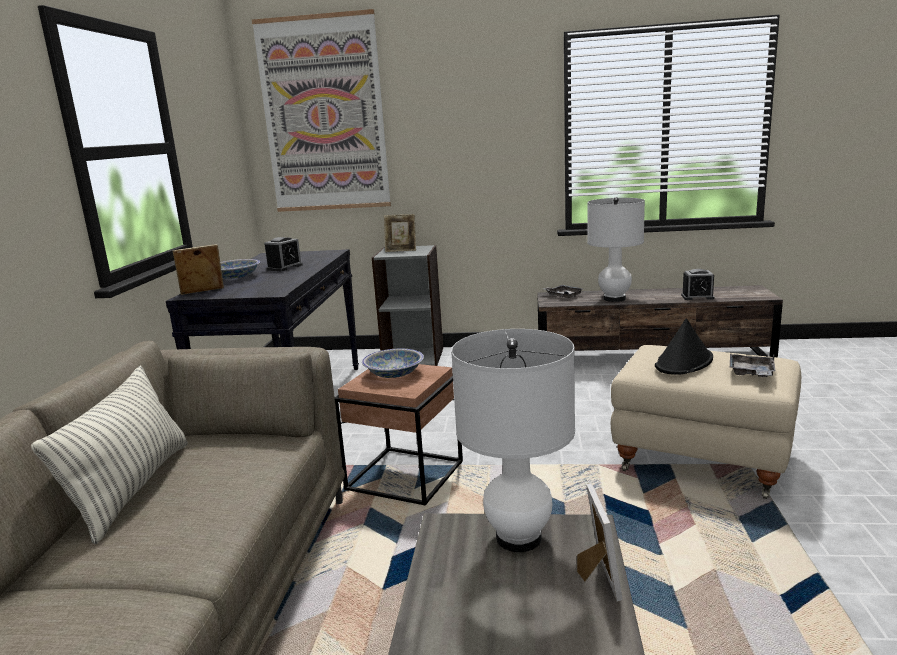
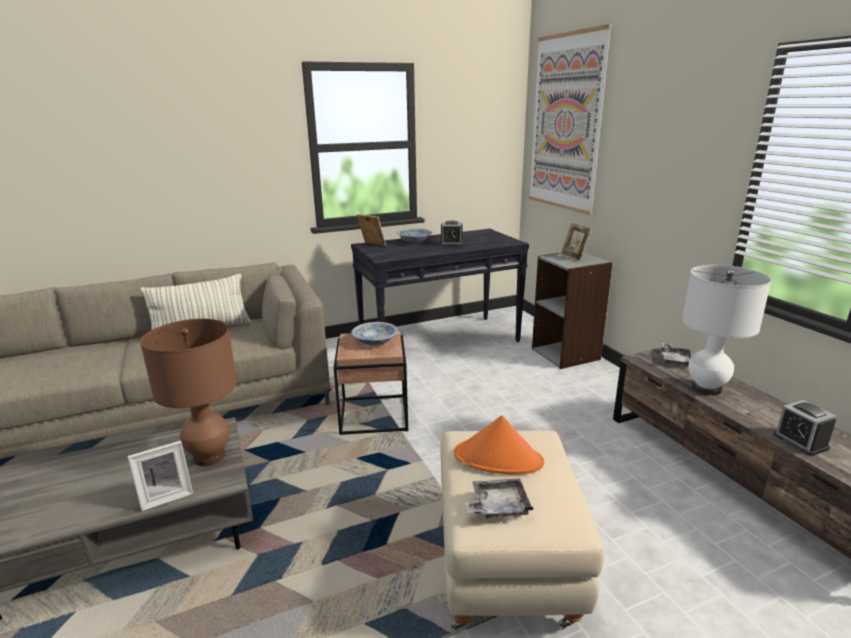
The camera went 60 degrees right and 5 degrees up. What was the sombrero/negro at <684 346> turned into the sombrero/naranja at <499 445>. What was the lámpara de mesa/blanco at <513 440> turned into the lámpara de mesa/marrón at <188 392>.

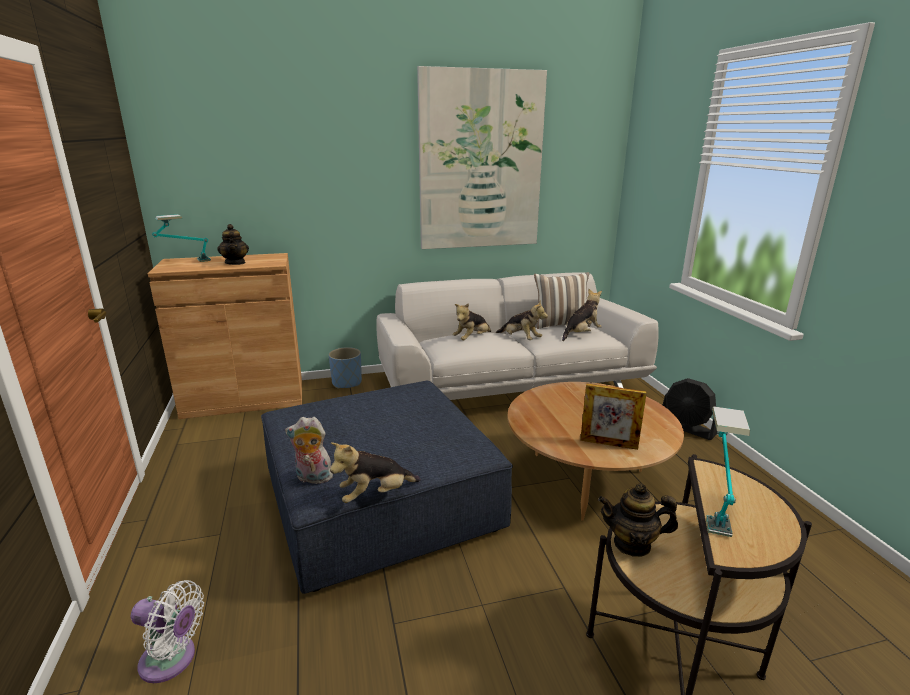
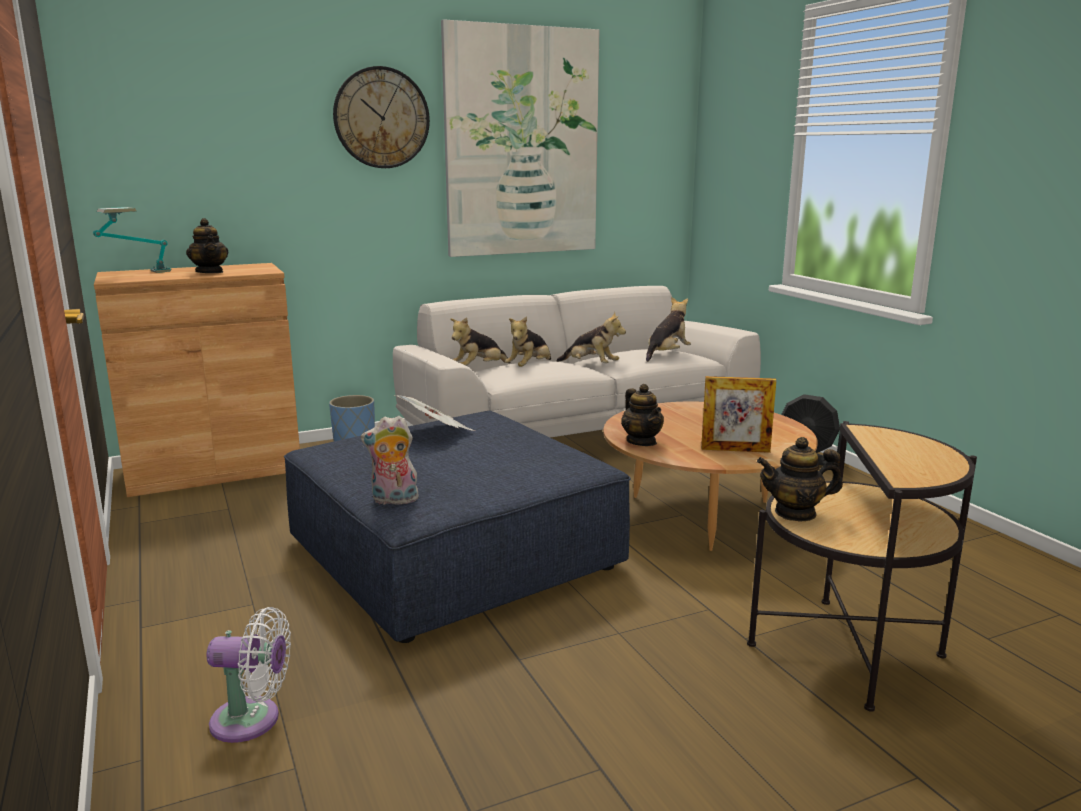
The camera went 10 degrees left and 5 degrees down. The second view lost the cojín at <562 300>. The second view lost the lámpara de mesa at <728 471>. The peluche ended up elsewhere, having gone from <375 472> to <480 342>. The second view gained the reloj de pared at <381 117>. The second view gained the tetera at <642 415>. The second view gained the periódico at <435 413>.

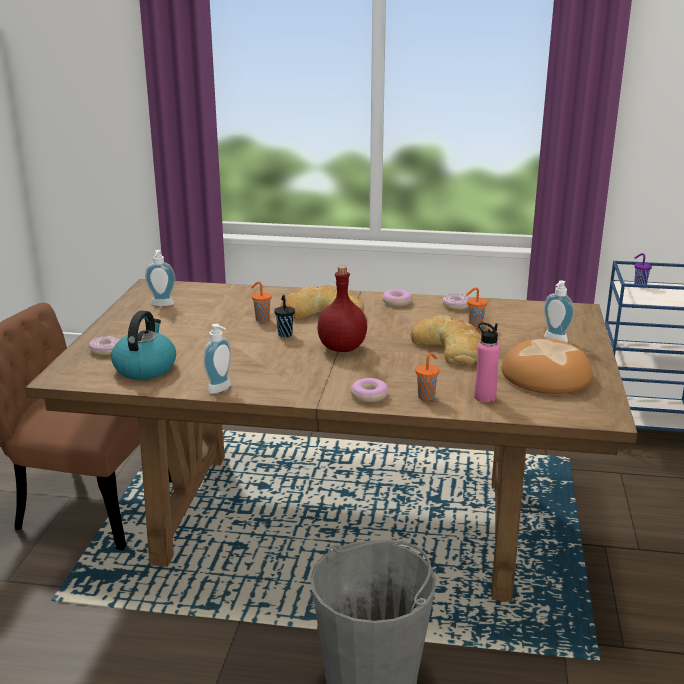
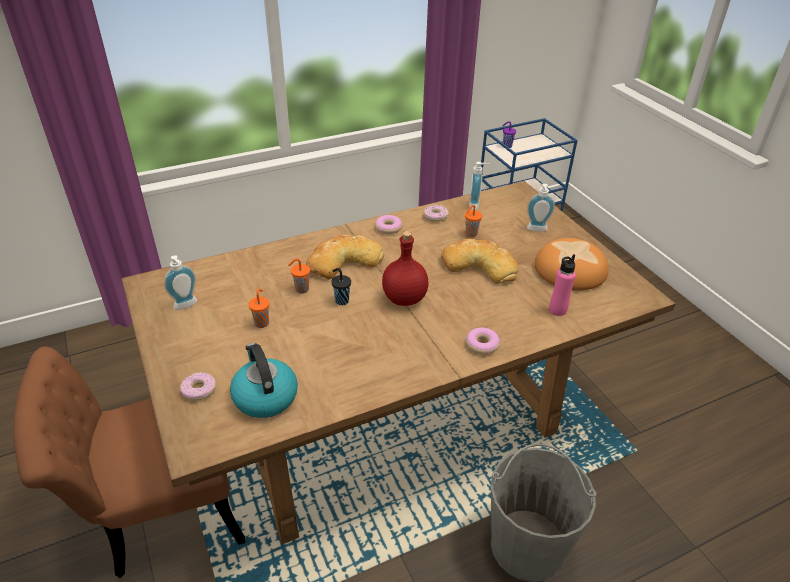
The camera went 35 degrees left and 15 degrees up. The dispensador de jabón ended up elsewhere, having gone from <217 359> to <479 186>. The taza/naranja ended up elsewhere, having gone from <427 376> to <259 308>.

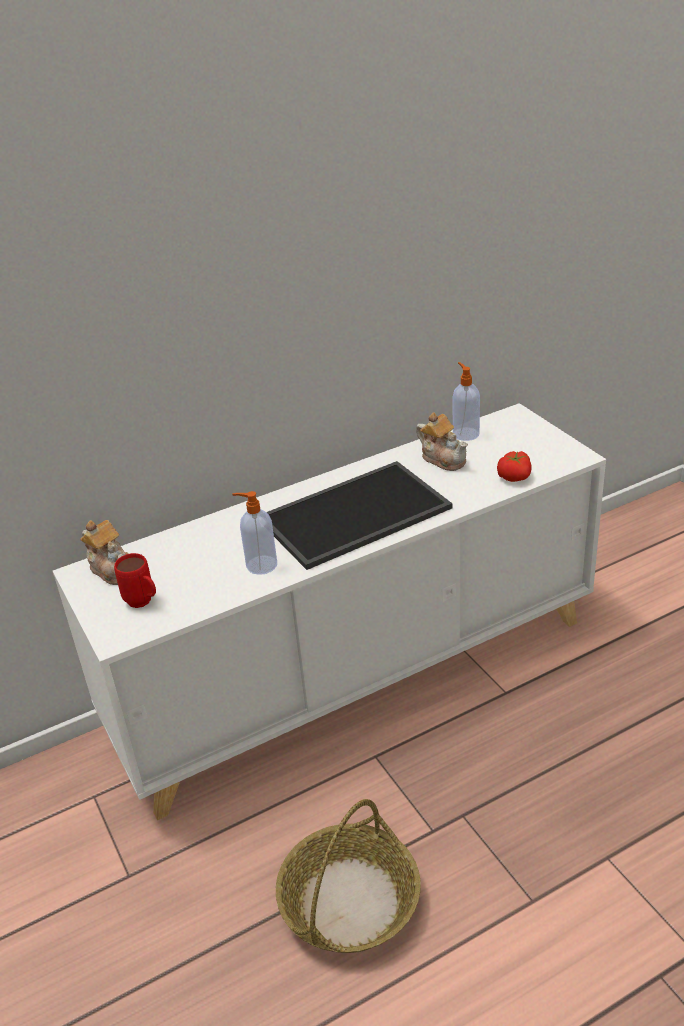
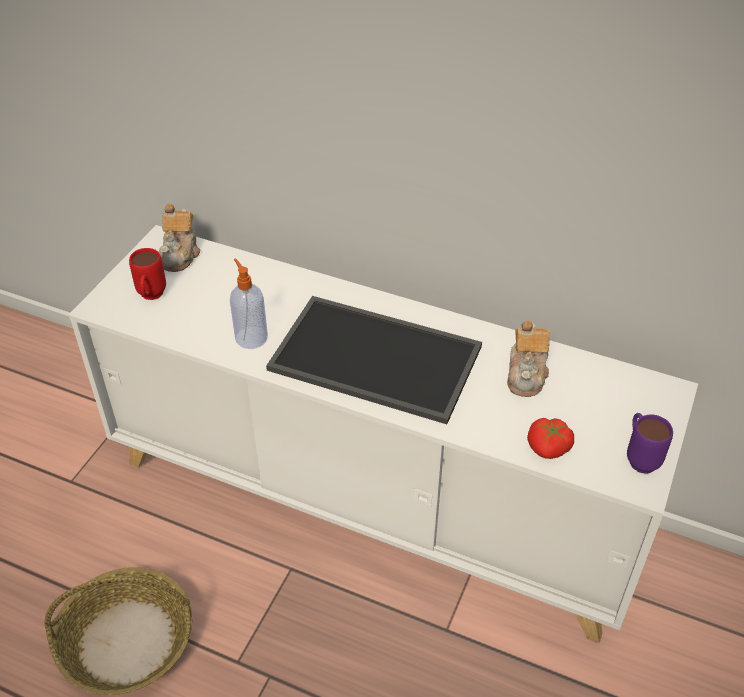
The camera went 50 degrees right and 10 degrees up. The second view lost the dispensador de jabón at <466 401>. The second view gained the taza grande/morado at <650 443>.

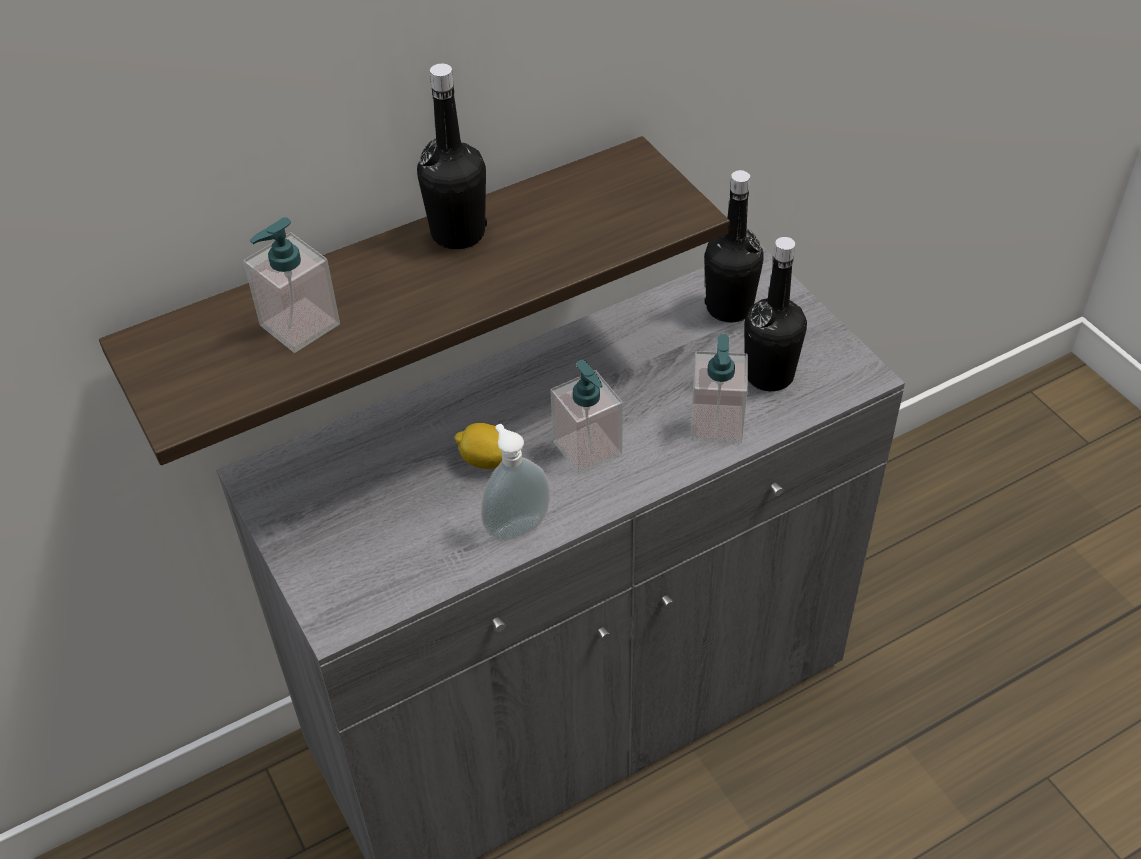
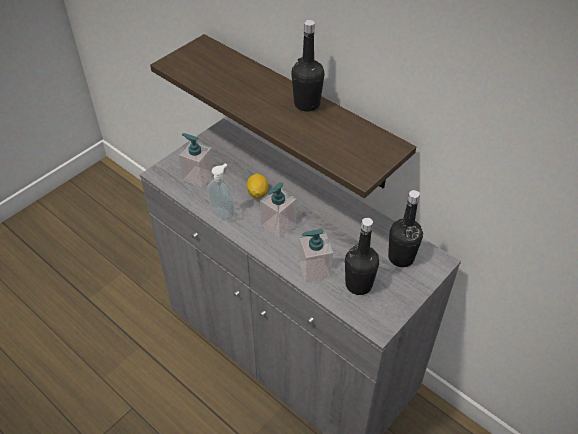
The camera went 70 degrees right and 0 degrees up. The dispensador de jabón ended up elsewhere, having gone from <291 285> to <196 160>.

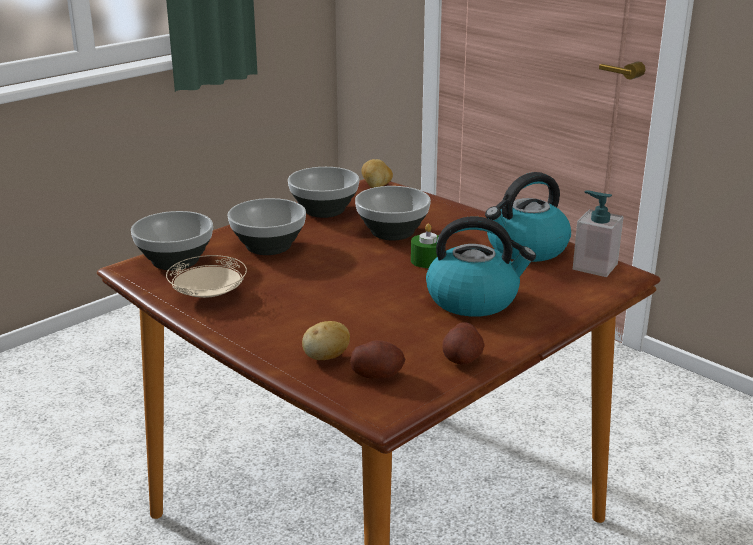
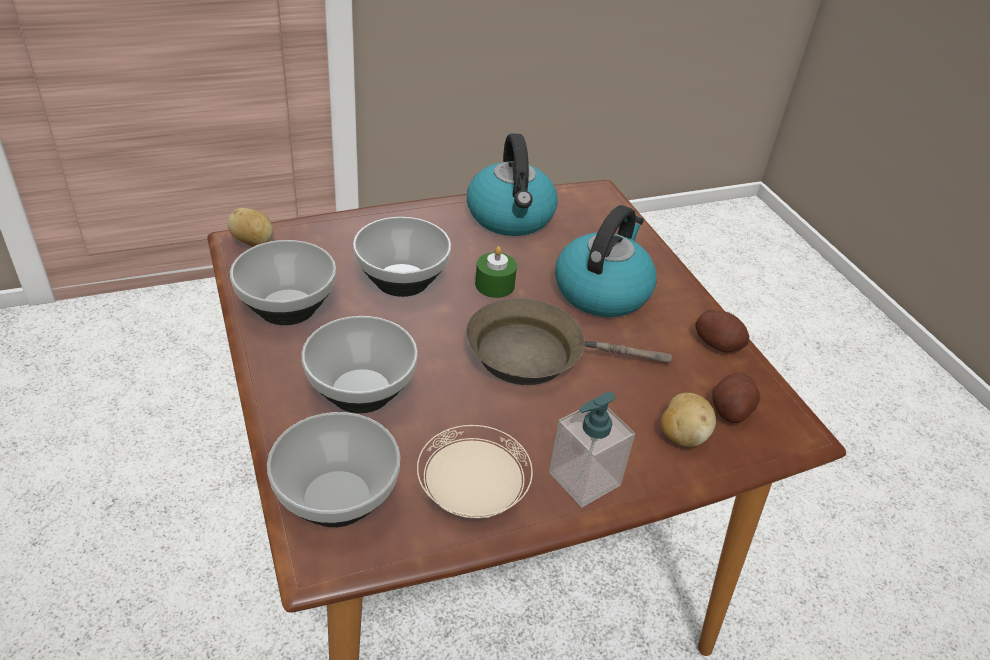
The camera went 70 degrees left and 15 degrees up. The dispensador de jabón ended up elsewhere, having gone from <598 234> to <592 449>. The second view gained the sartén/marrón at <569 341>.

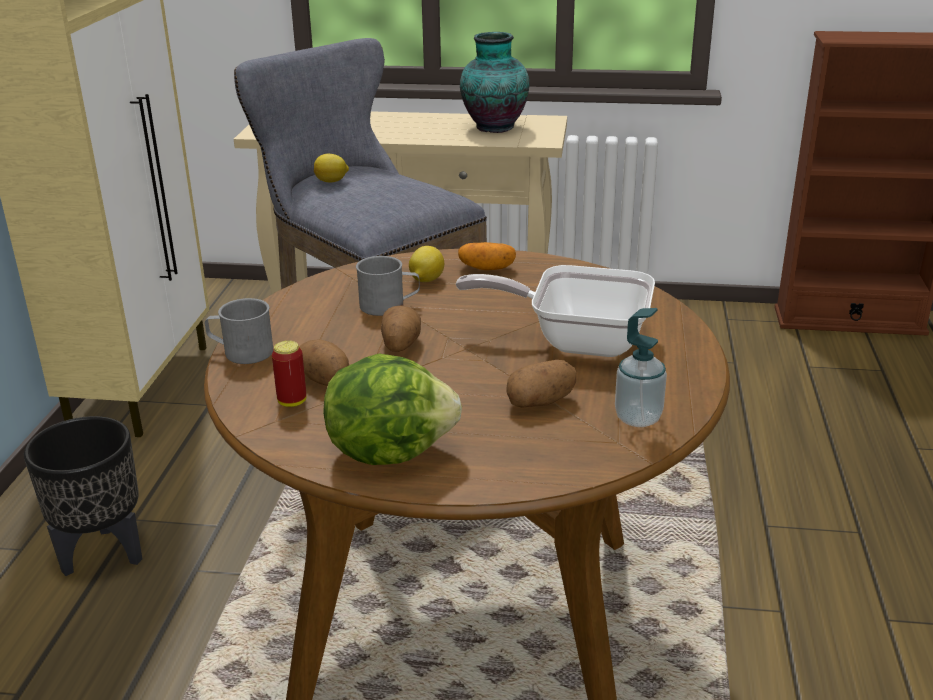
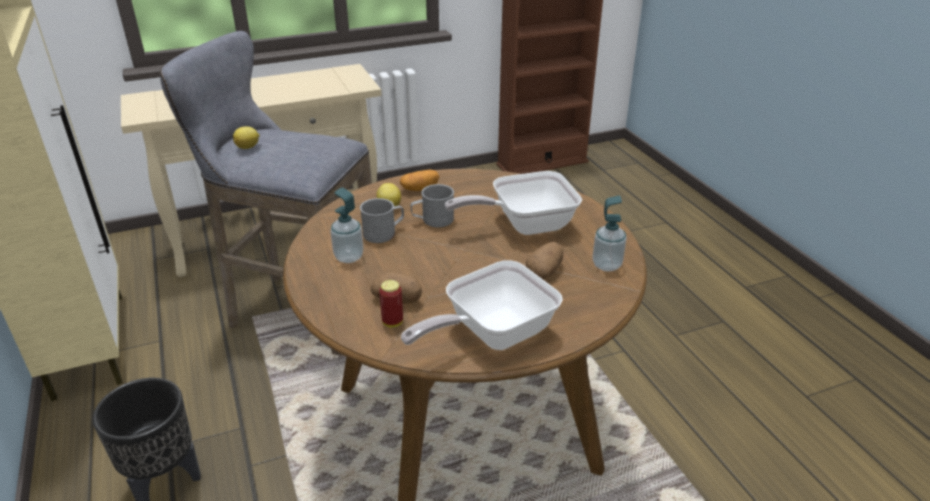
The camera went 30 degrees left and 5 degrees up. The second view lost the florero at <494 82>. The taza grande/gris ended up elsewhere, having gone from <239 331> to <432 205>. The second view lost the patata at <401 328>. Where the lechuga stood at <392 409>, the sartén came to stand at <482 305>. The second view gained the dispensador de jabón at <346 225>.

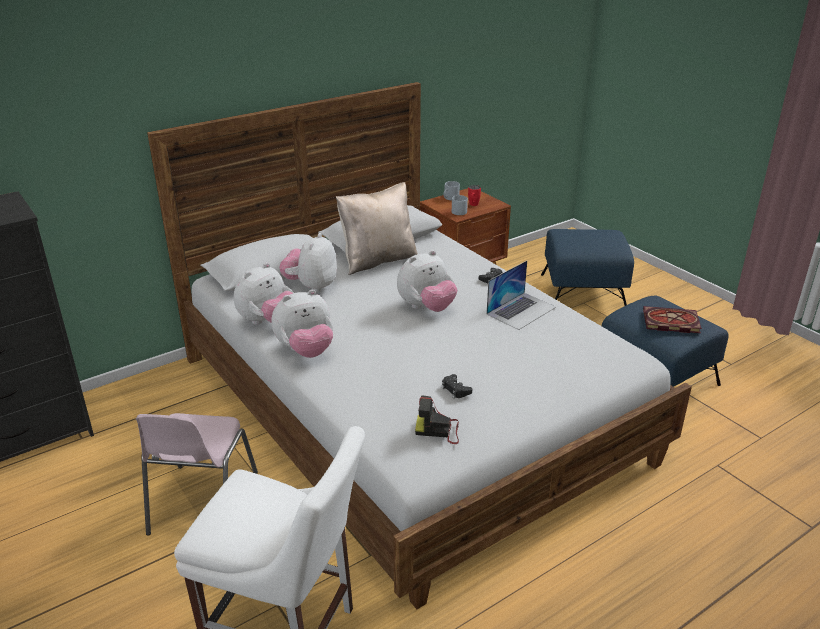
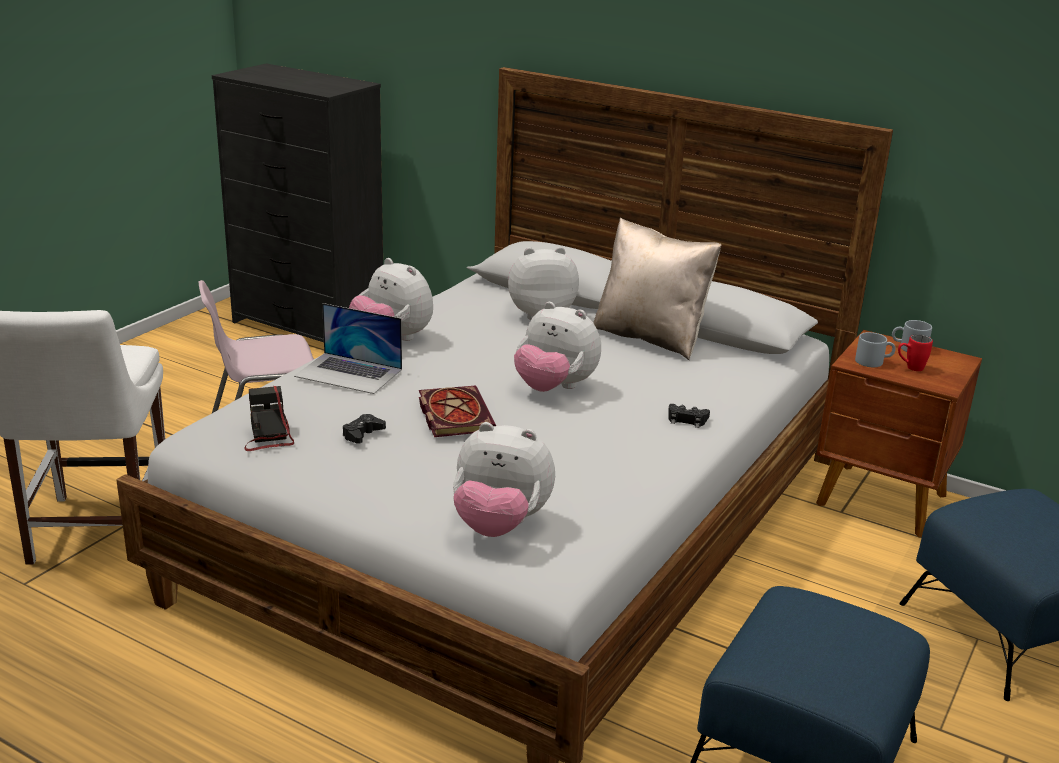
The camera went 65 degrees right and 5 degrees down. The portátil ended up elsewhere, having gone from <521 295> to <348 348>. The peluche ended up elsewhere, having gone from <264 294> to <504 479>. The libro ended up elsewhere, having gone from <672 319> to <457 411>.

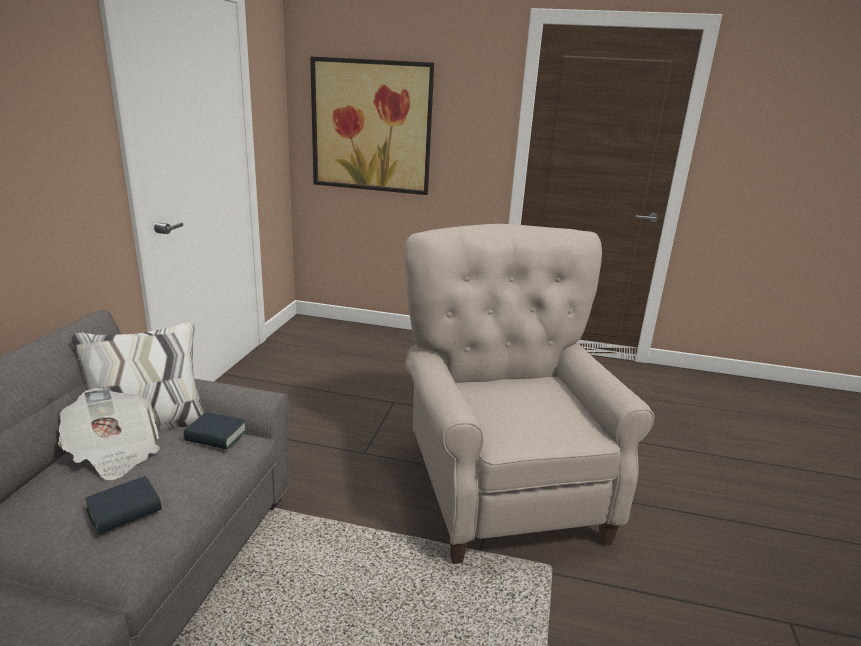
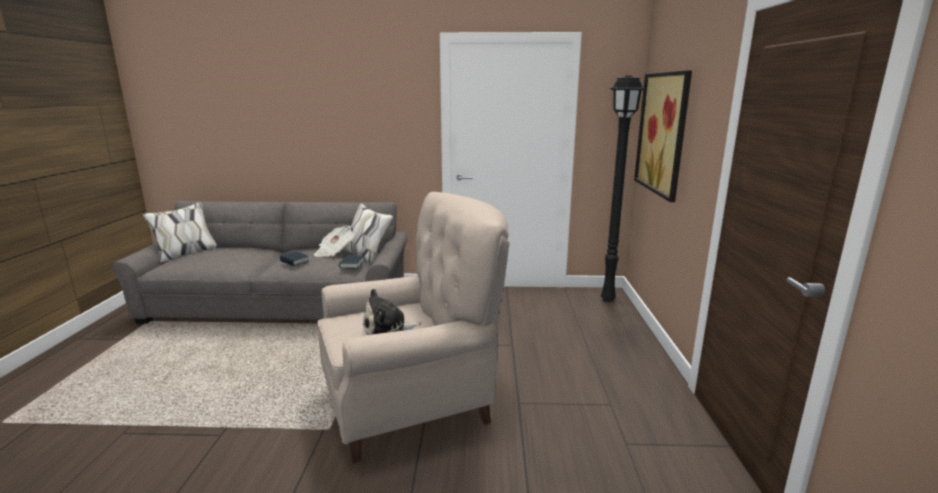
The camera went 80 degrees right and 5 degrees down. The second view gained the lámpara de pie/negro at <623 189>. The second view gained the peluche at <392 312>.

